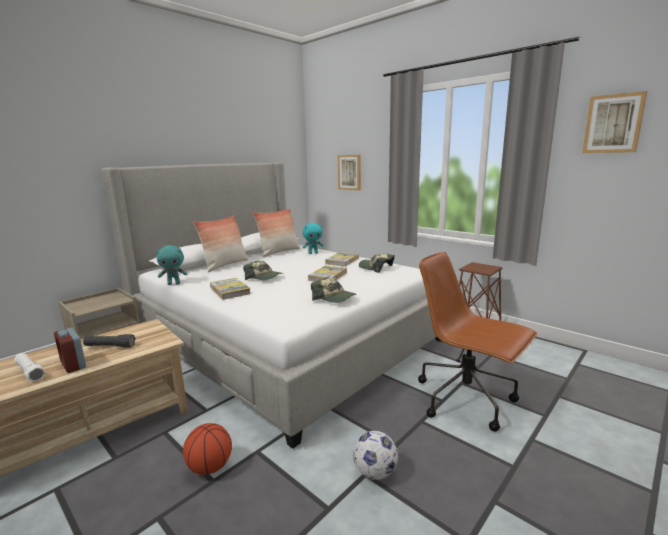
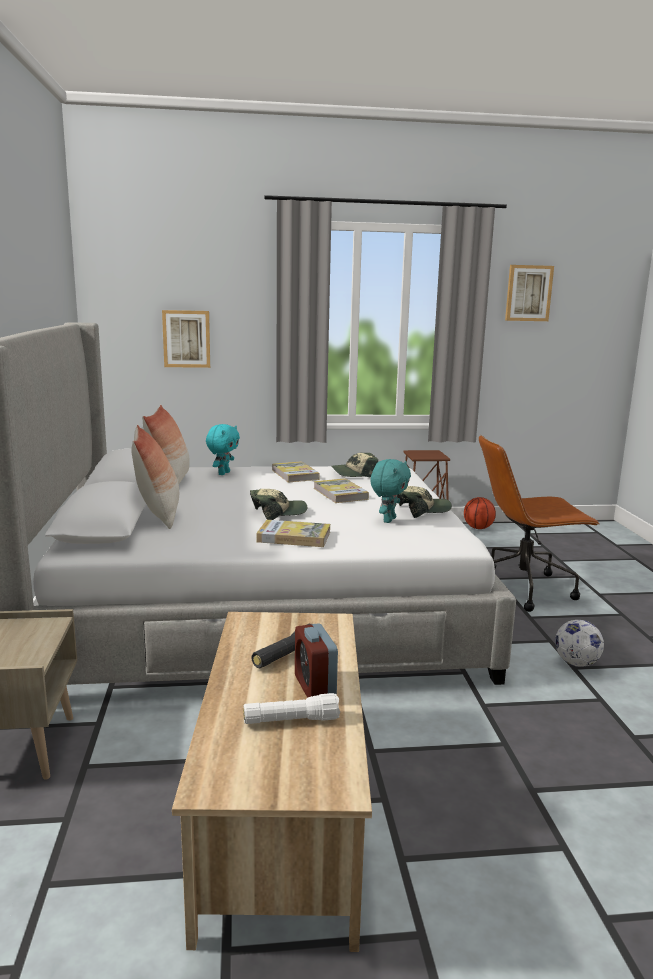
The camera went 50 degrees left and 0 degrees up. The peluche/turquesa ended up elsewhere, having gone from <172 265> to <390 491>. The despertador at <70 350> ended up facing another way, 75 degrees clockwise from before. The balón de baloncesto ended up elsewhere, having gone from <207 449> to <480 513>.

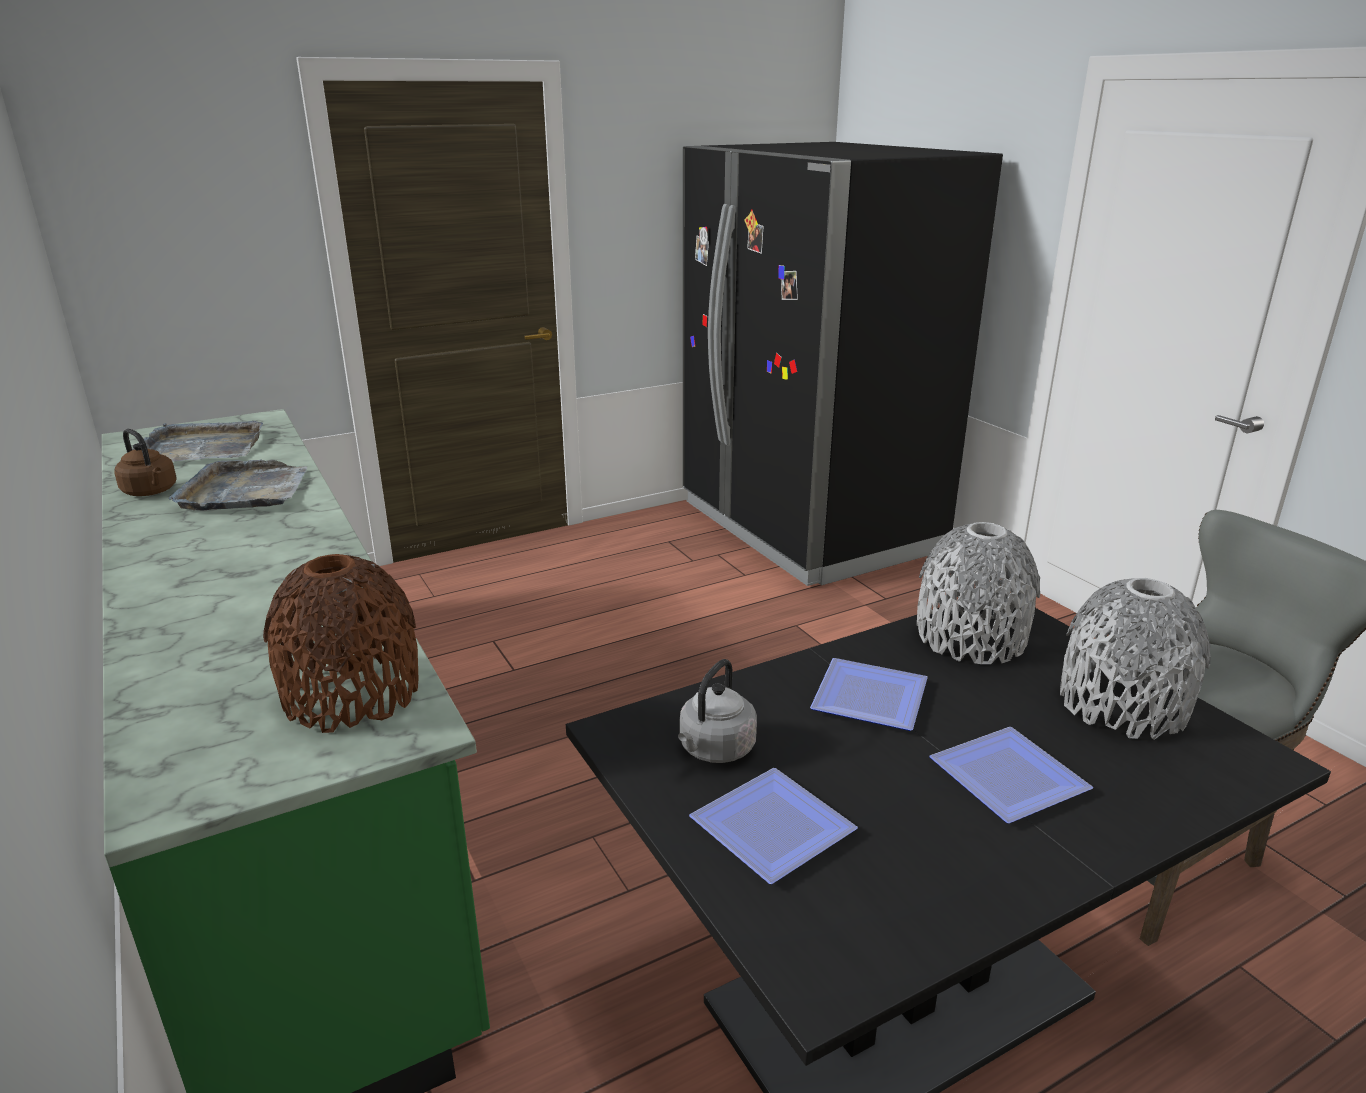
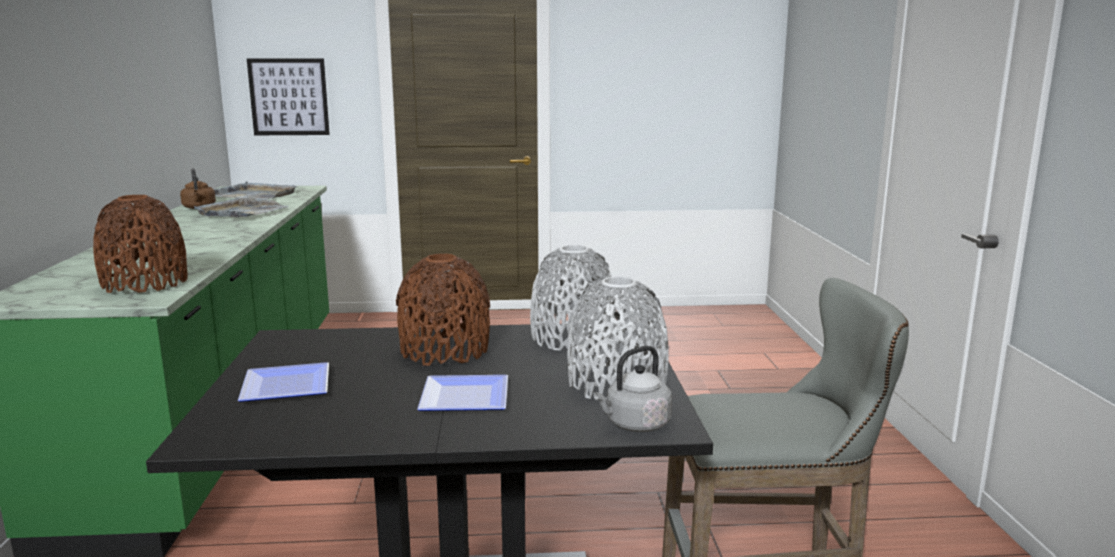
The camera went 25 degrees right and 10 degrees down. The second view lost the nevera/negro at <843 364>. Where the plato stood at <869 694>, the florero/marrón came to stand at <443 310>. The hervidor/gris ended up elsewhere, having gone from <717 711> to <632 389>. The second view gained the cuadro at <288 97>.

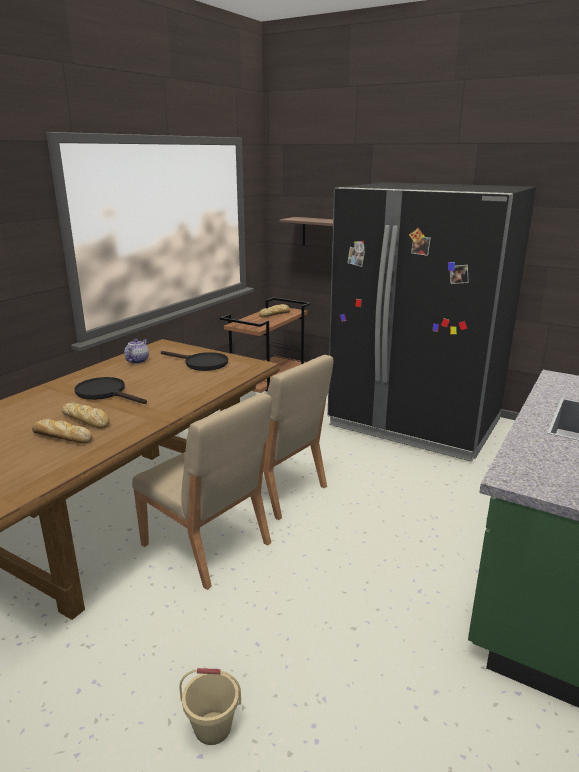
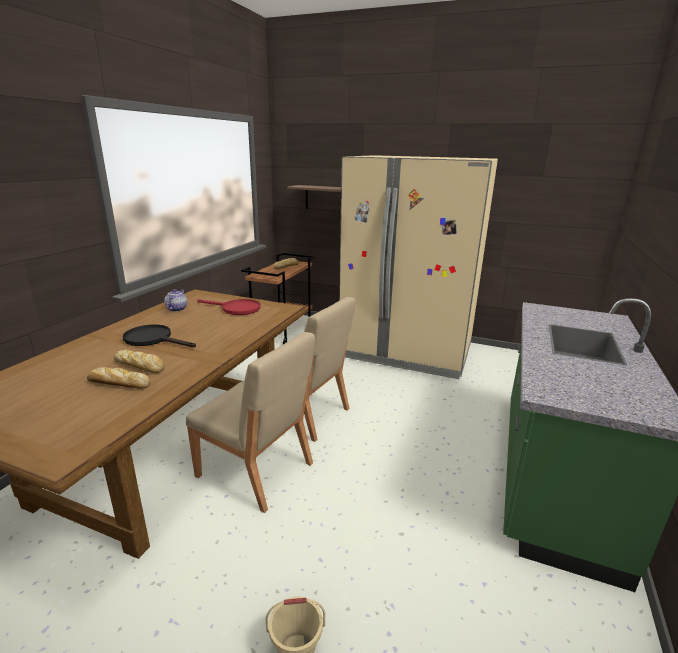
The camera went 10 degrees left and 0 degrees up. What was the nevera/negro at <432 322> turned into the nevera/beis at <418 267>. What was the sartén/negro at <194 361> turned into the sartén/rojo at <229 307>.

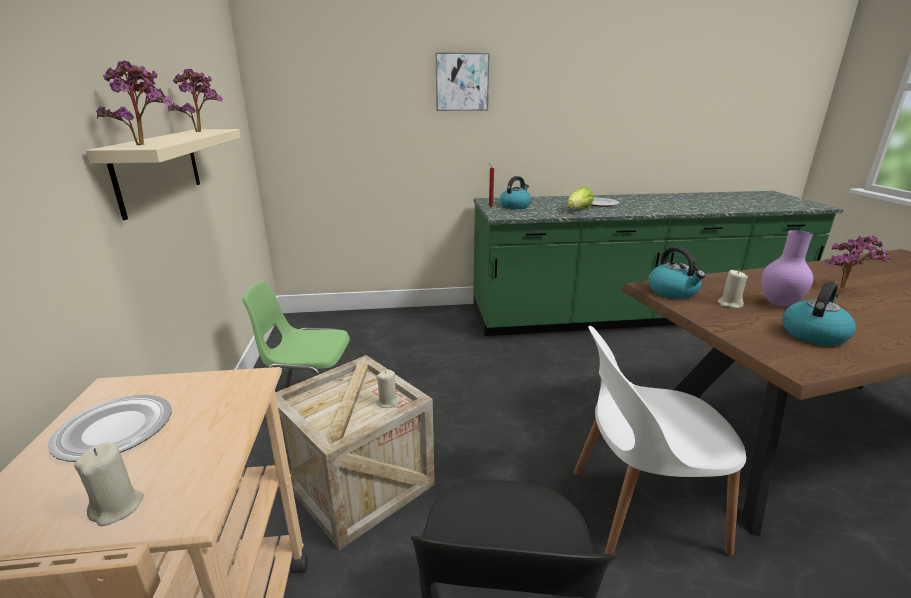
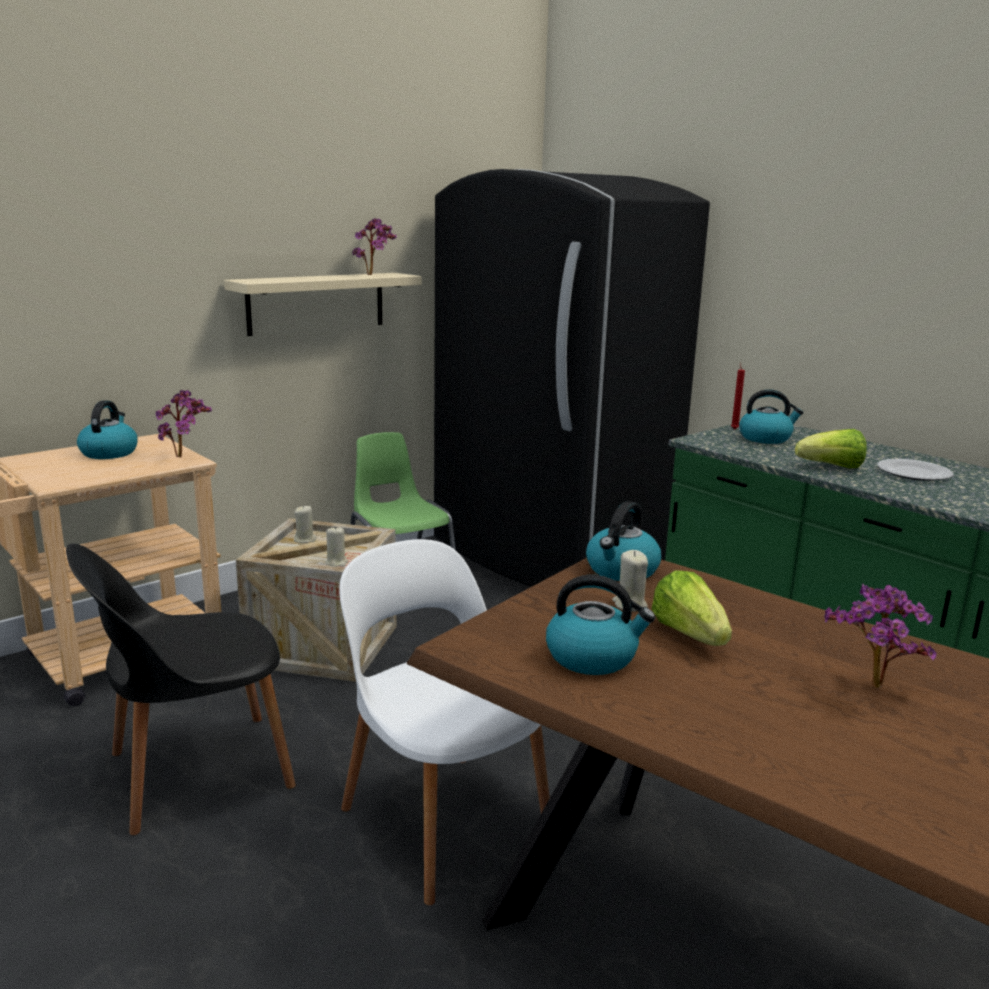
The camera went 55 degrees right and 5 degrees down. The second view lost the cuadro at <463 81>. The planta en maceta ended up elsewhere, having gone from <134 103> to <183 423>. Where the florero/morado stood at <787 268>, the lechuga came to stand at <691 608>. Where the plato stood at <110 428>, the hervidor came to stand at <107 429>. The vela/beis ended up elsewhere, having gone from <109 484> to <305 524>. The second view gained the nevera/negro at <572 378>.

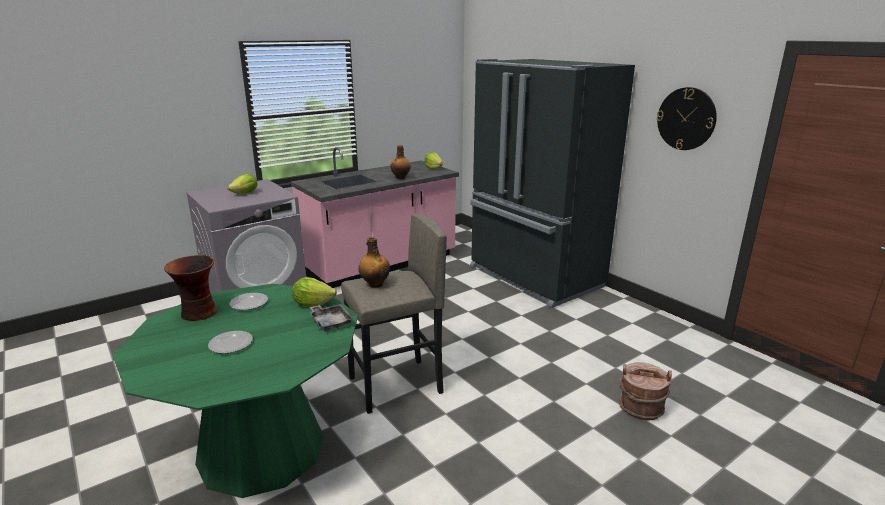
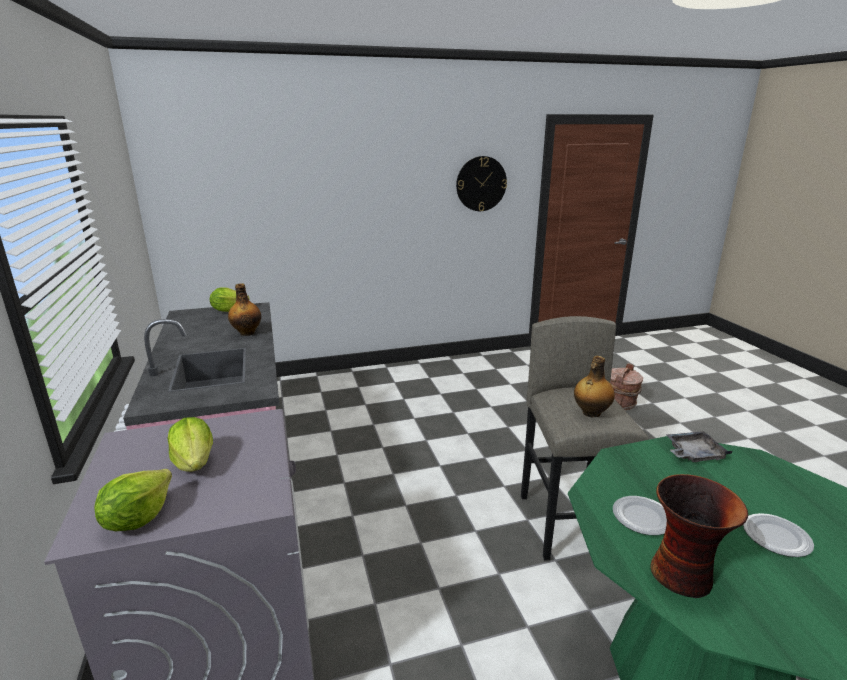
The camera went 70 degrees left and 0 degrees up. The second view lost the nevera/negro at <552 183>. The lechuga ended up elsewhere, having gone from <314 292> to <133 500>.

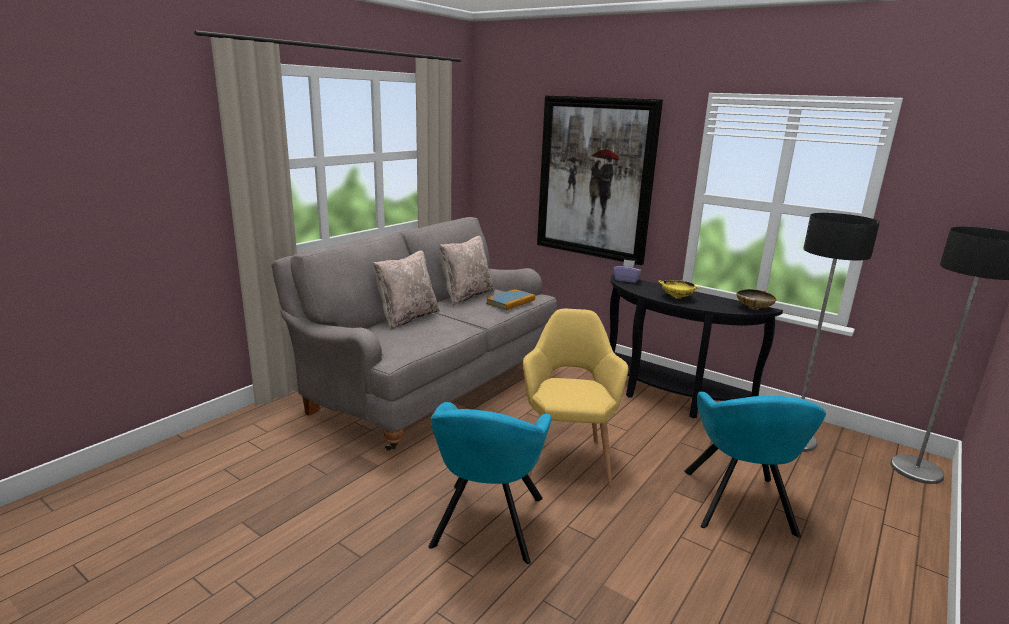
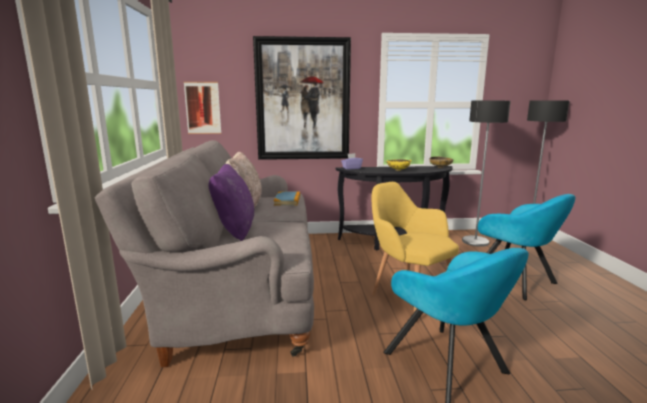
The camera went 40 degrees left and 5 degrees down. What was the cojín/beis at <406 290> turned into the cojín/morado at <231 202>. The second view gained the cuadro at <203 108>.

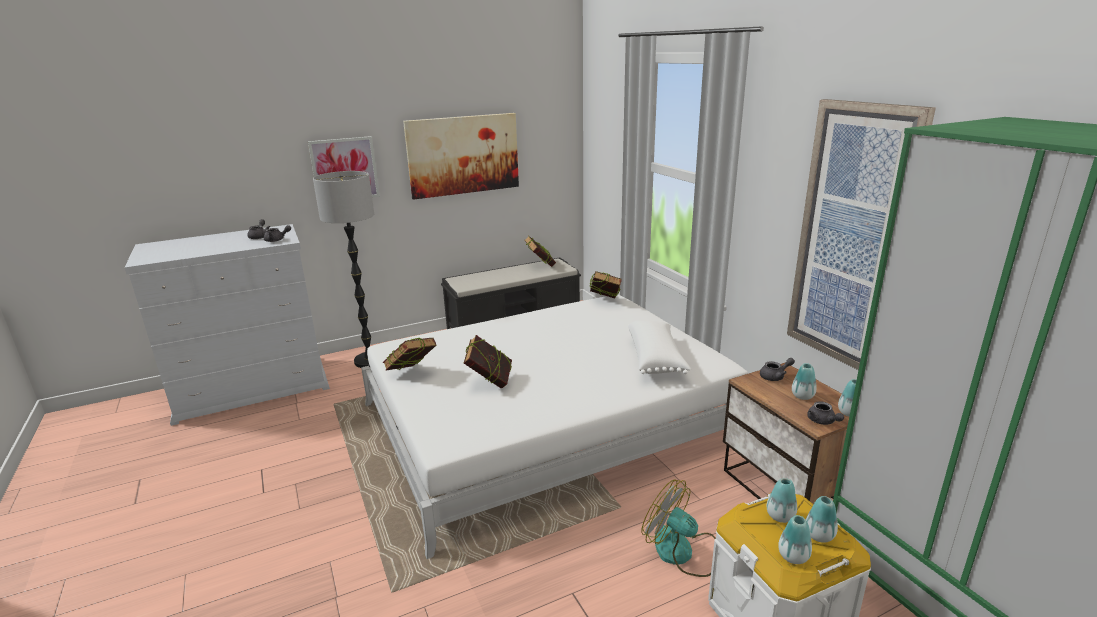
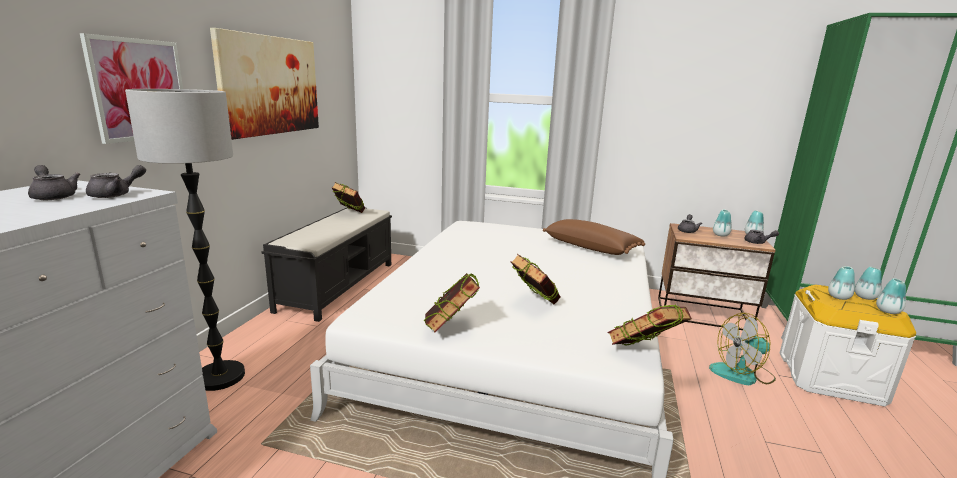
The camera went 50 degrees left and 5 degrees down. The second view lost the cuadro at <861 234>. The libro ended up elsewhere, having gone from <606 284> to <649 325>. What was the cojín/blanco at <659 347> turned into the cojín/marrón at <594 237>.

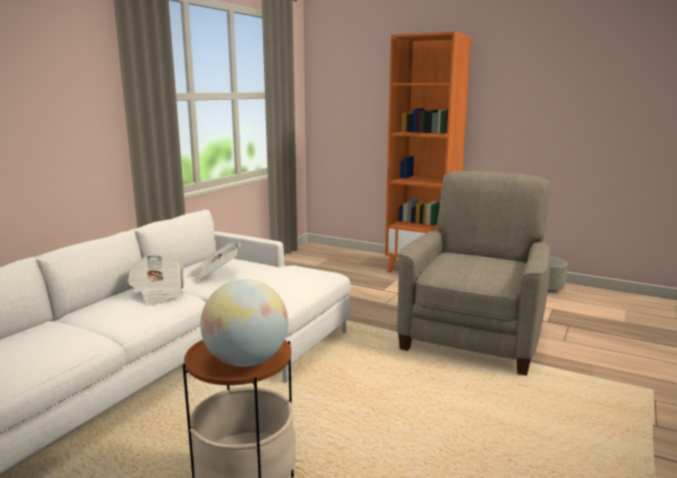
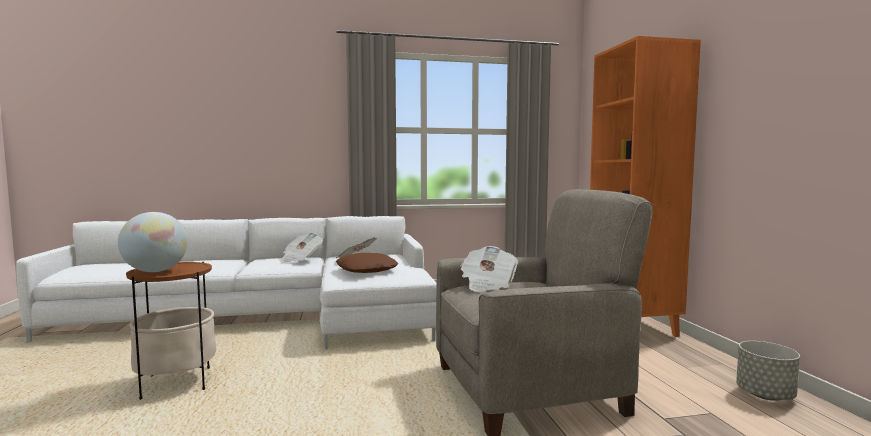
The camera went 50 degrees right and 10 degrees down. The second view gained the periódico at <489 269>. The second view gained the cojín/marrón at <367 263>.

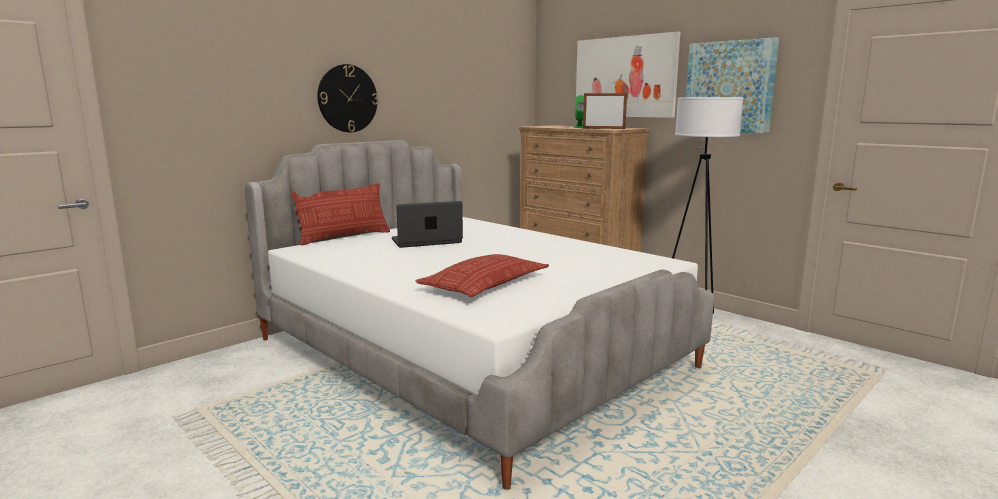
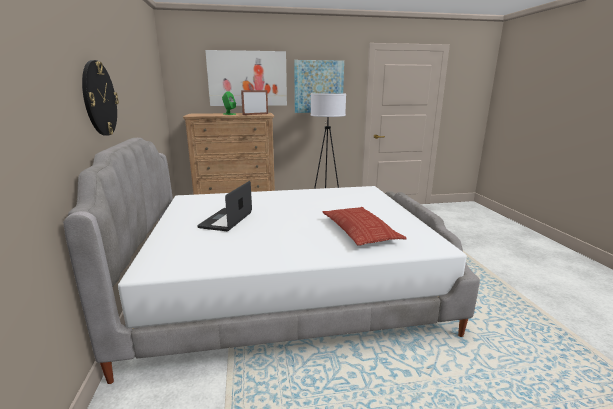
The camera went 55 degrees left and 5 degrees up. The second view lost the cojín at <340 214>.

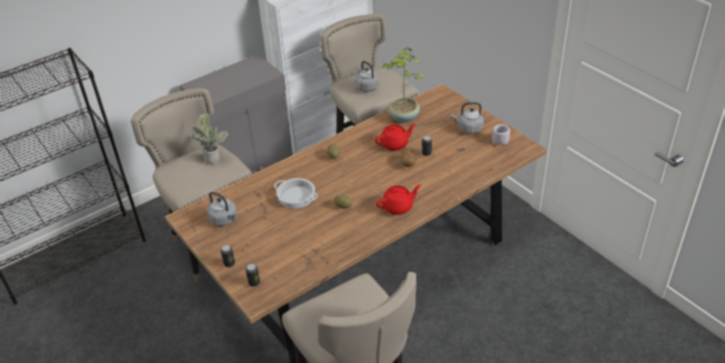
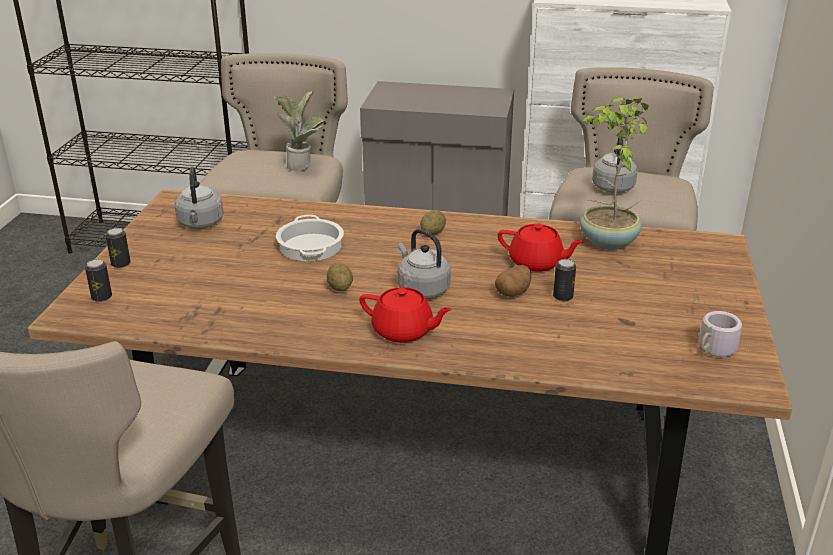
The camera went 45 degrees right and 10 degrees down. The hervidor/gris ended up elsewhere, having gone from <467 118> to <424 264>.

